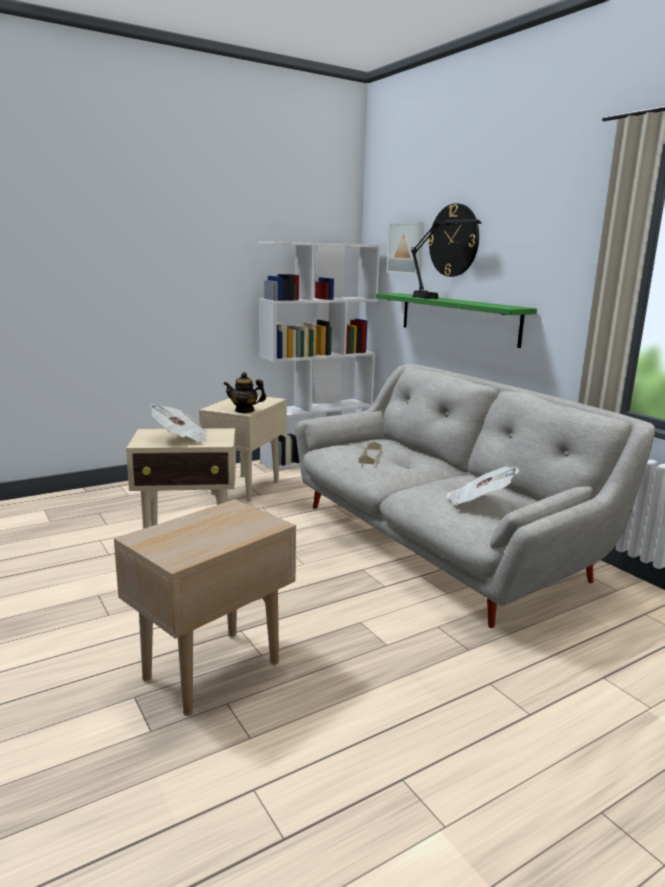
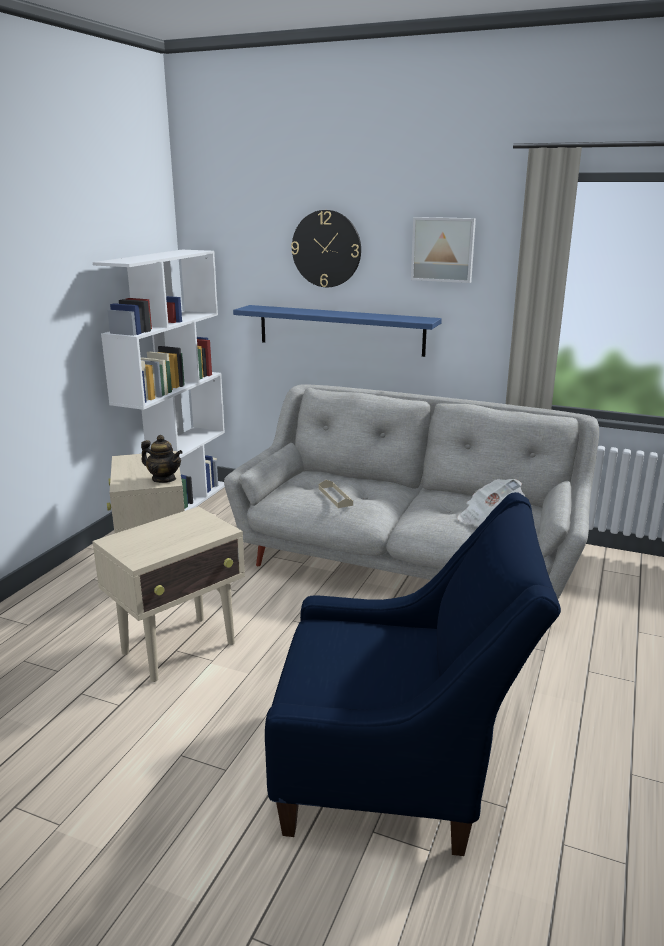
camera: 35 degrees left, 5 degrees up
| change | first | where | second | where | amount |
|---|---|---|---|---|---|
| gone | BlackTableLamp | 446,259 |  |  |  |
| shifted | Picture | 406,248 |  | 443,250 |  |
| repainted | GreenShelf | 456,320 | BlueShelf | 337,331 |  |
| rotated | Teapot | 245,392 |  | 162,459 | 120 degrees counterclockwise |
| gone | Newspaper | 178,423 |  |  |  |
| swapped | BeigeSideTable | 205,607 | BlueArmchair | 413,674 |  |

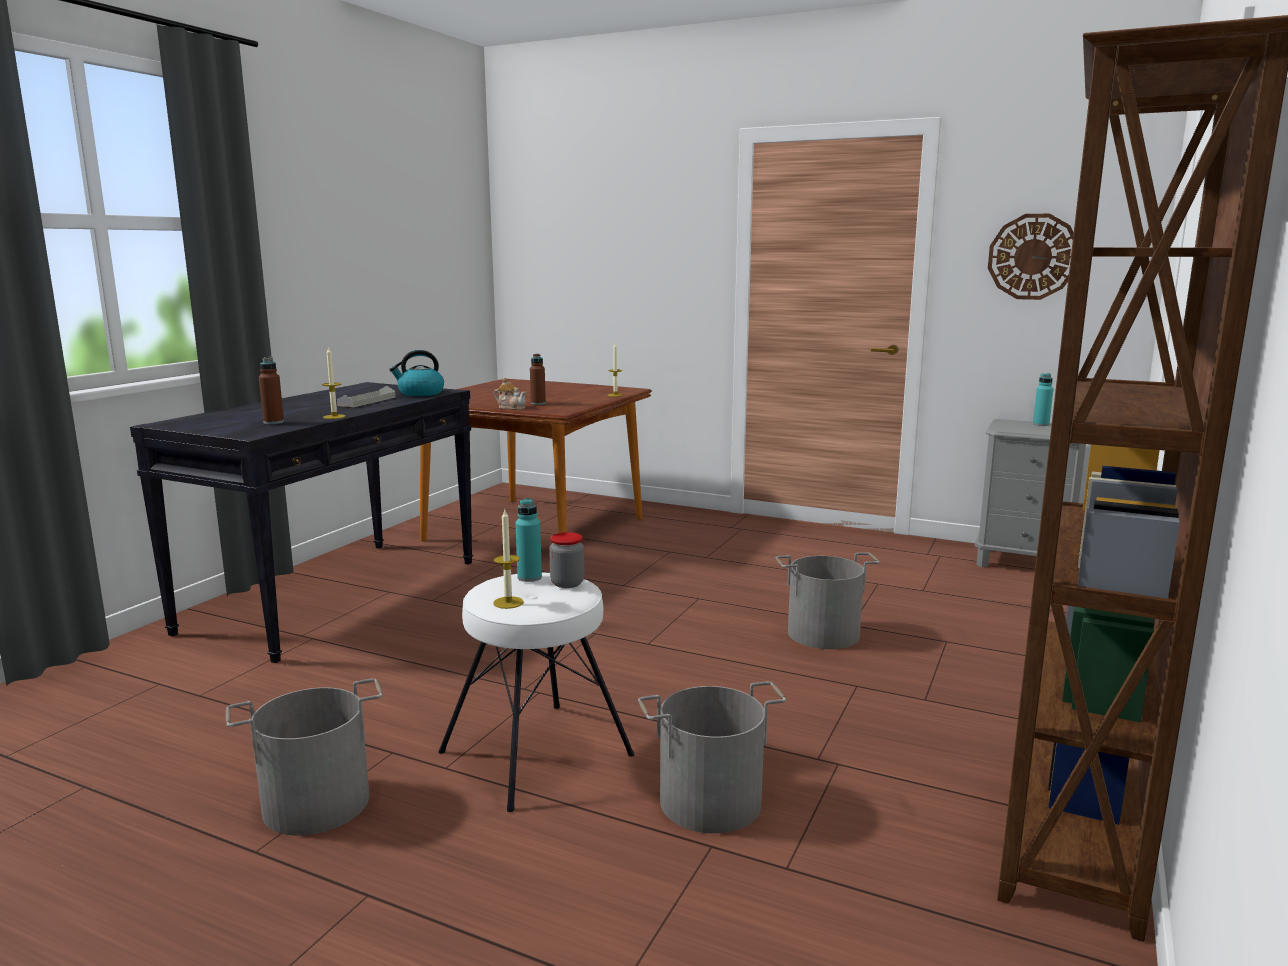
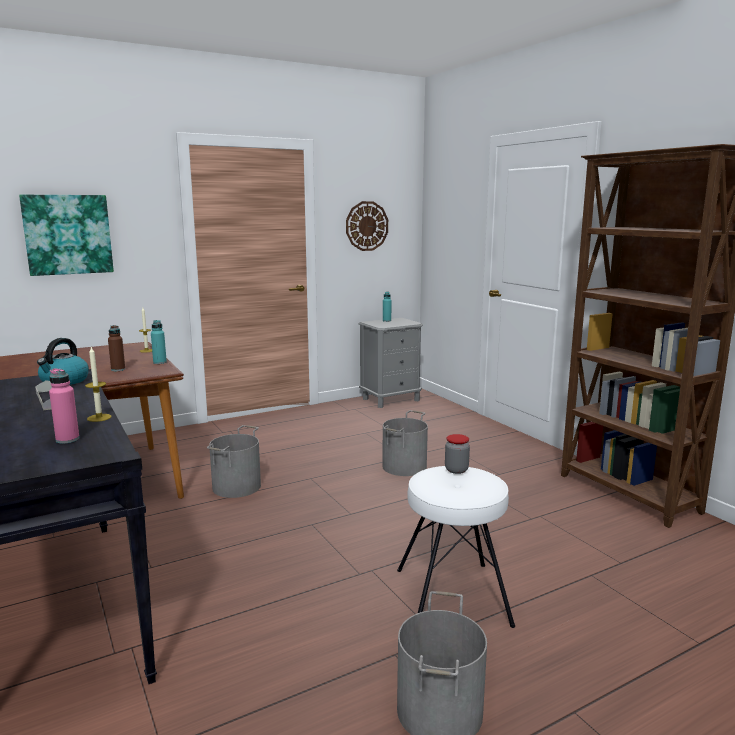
camera: 55 degrees left, 0 degrees up
| change | first | where | second | where | amount |
|---|---|---|---|---|---|
| repainted | BrownBottle | 271,390 | PinkBottle | 64,406 |  |
| gone | Teapot | 510,394 |  |  |  |
| shifted | TurquoiseBottle | 529,540 |  | 159,342 |  |
| gone | Candle | 508,559 |  |  |  |
| shifted | GreyBucket | 712,757 |  | 234,461 |  |
| new |  |  | Picture | 66,235 |  |

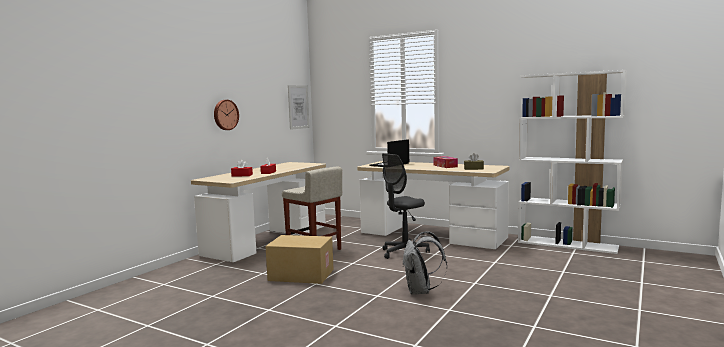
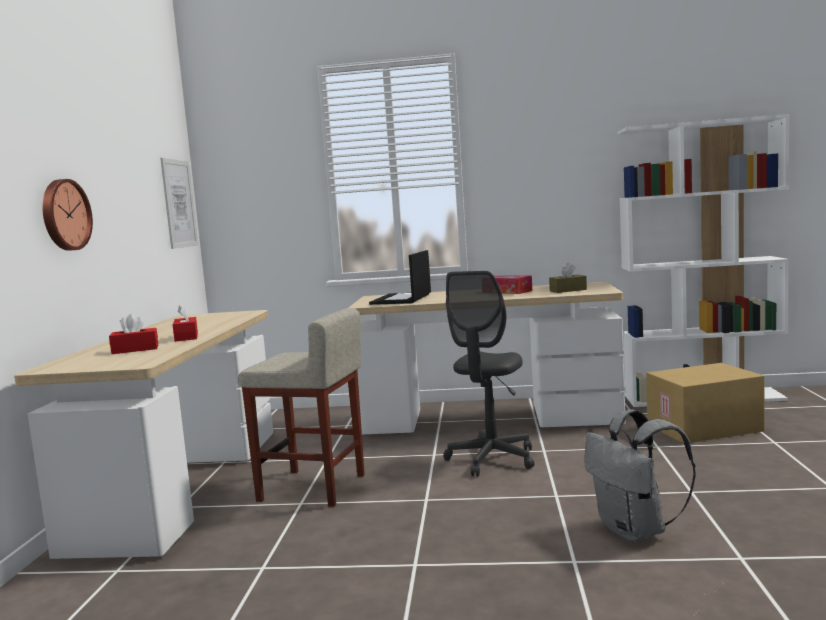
camera: 25 degrees left, 0 degrees up
| change | first | where | second | where | amount |
|---|---|---|---|---|---|
| shifted | CardboardBox | 300,259 |  | 705,403 |  |

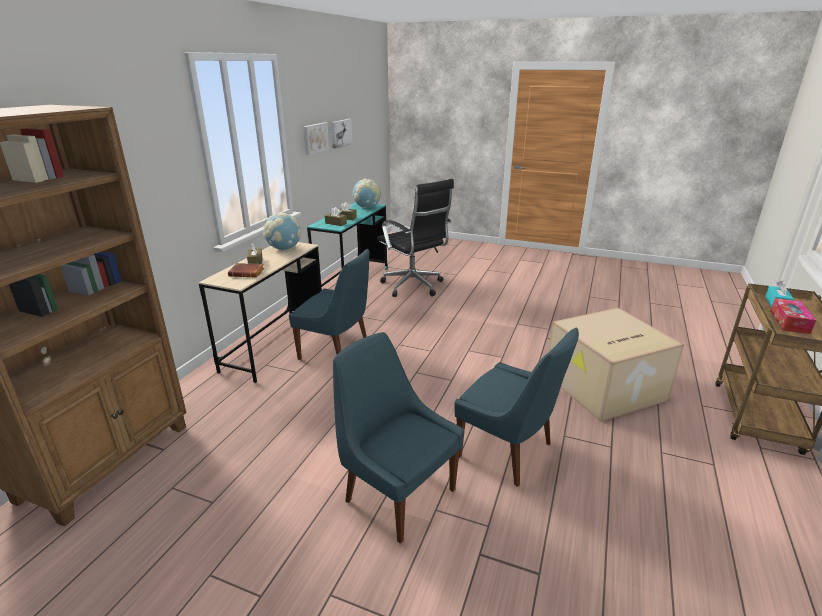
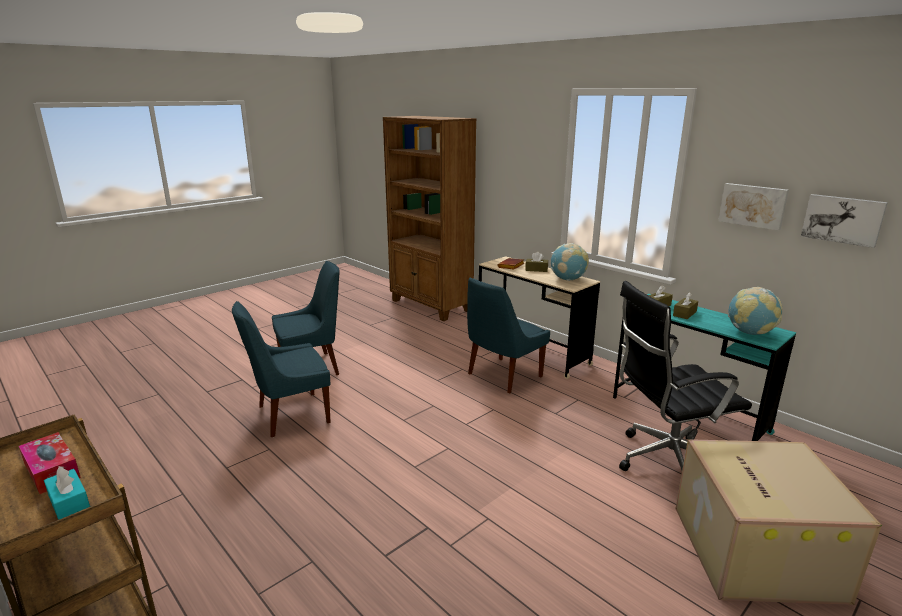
camera: 115 degrees right, 5 degrees down
| change | first | where | second | where | amount |
|---|---|---|---|---|---|
| shifted | CardboardBox | 616,365 |  | 778,522 |  |

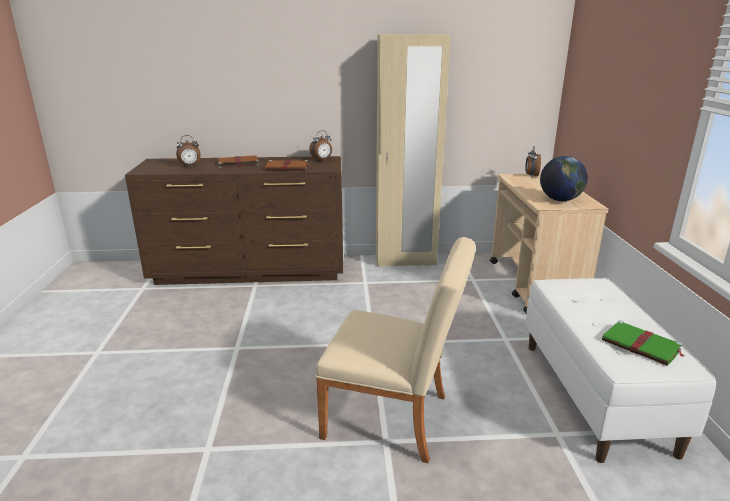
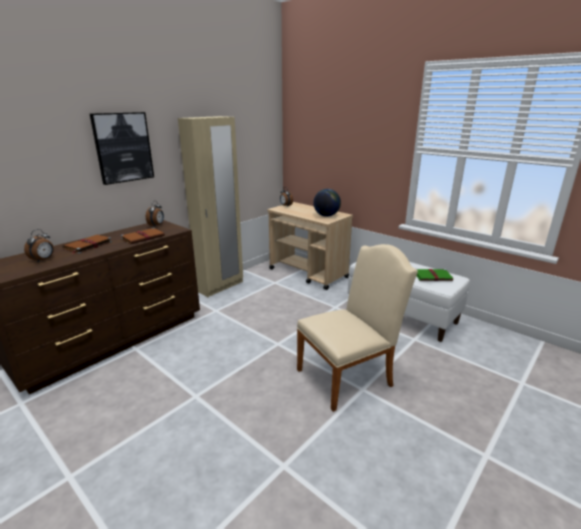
camera: 45 degrees left, 0 degrees up
| change | first | where | second | where | amount |
|---|---|---|---|---|---|
| new |  |  | Picture | 122,148 |  |

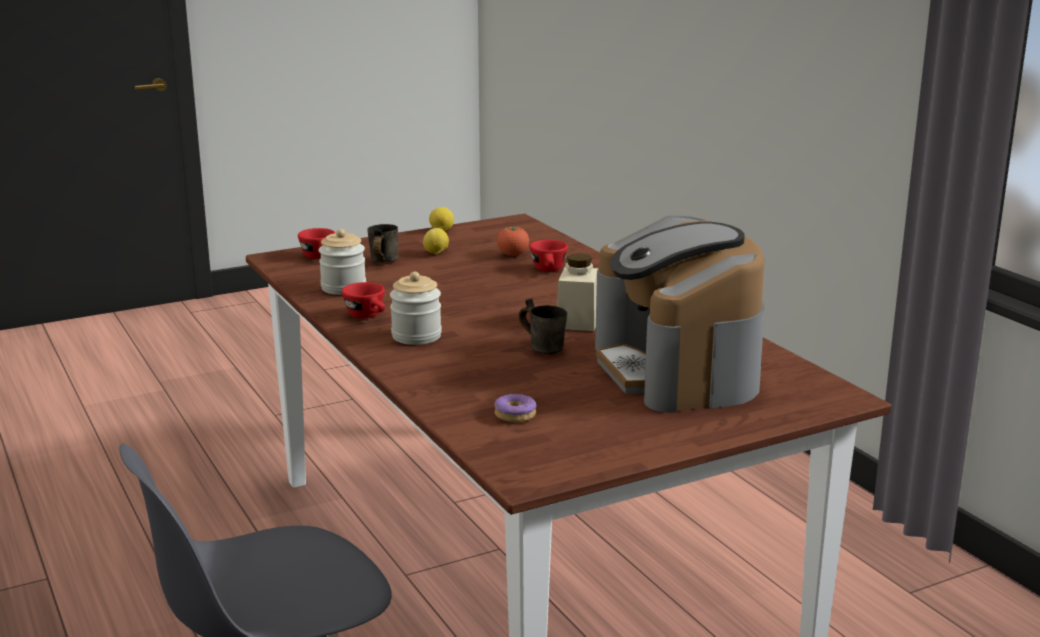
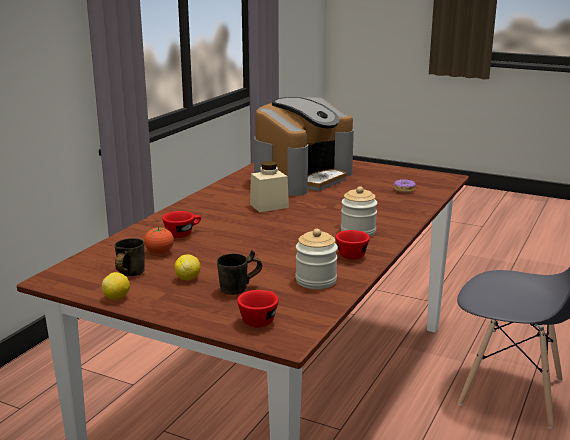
camera: 125 degrees left, 0 degrees up
| change | first | where | second | where | amount |
|---|---|---|---|---|---|
| shifted | GreyMug | 542,326 |  | 130,257 |  |

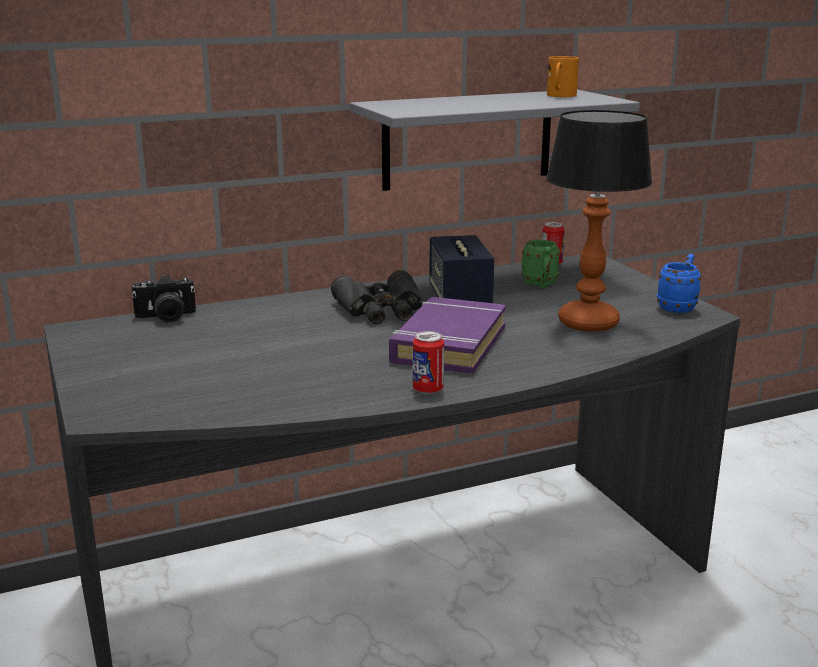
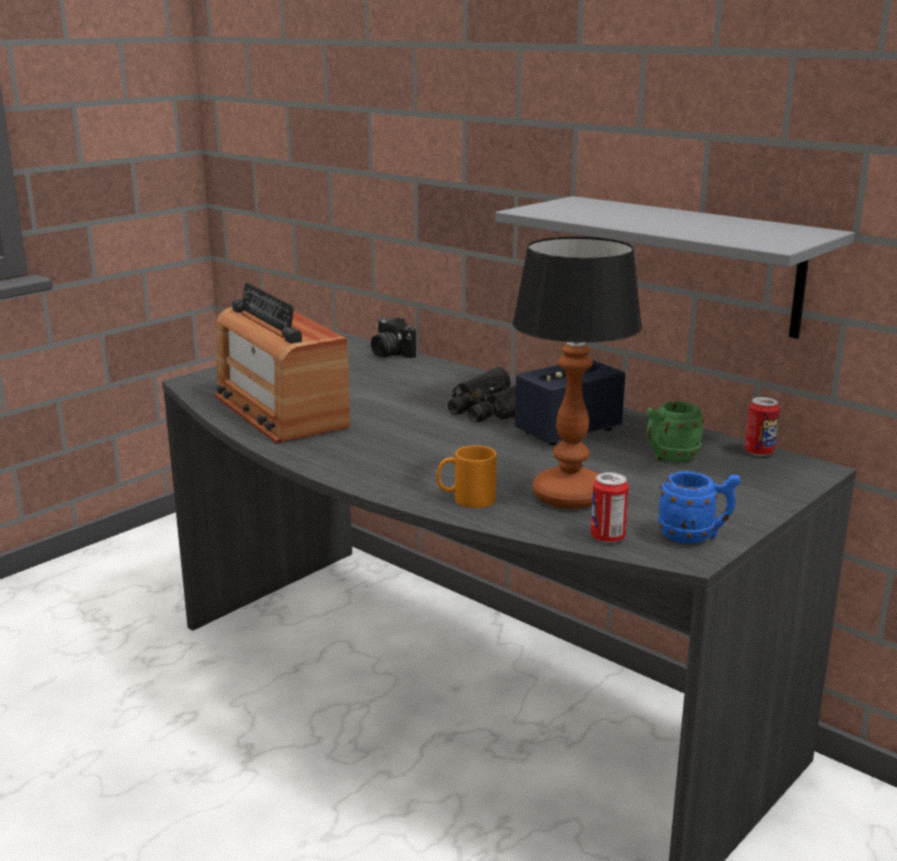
camera: 65 degrees right, 0 degrees up
| change | first | where | second | where | amount |
|---|---|---|---|---|---|
| shifted | OrangeMug | 563,76 |  | 466,476 |  |
| gone | PurpleBook | 447,335 |  |  |  |
| shifted | Can | 428,362 |  | 610,507 |  |
| new |  |  | Radio | 282,363 |  |

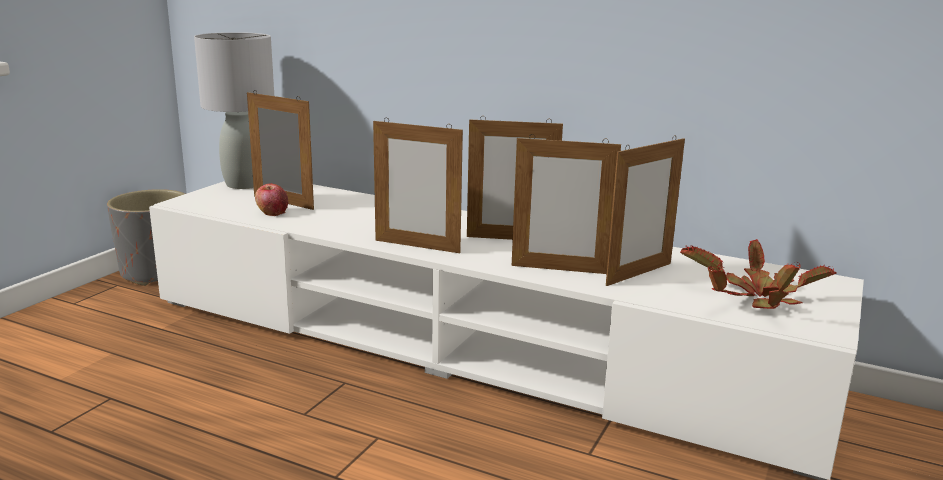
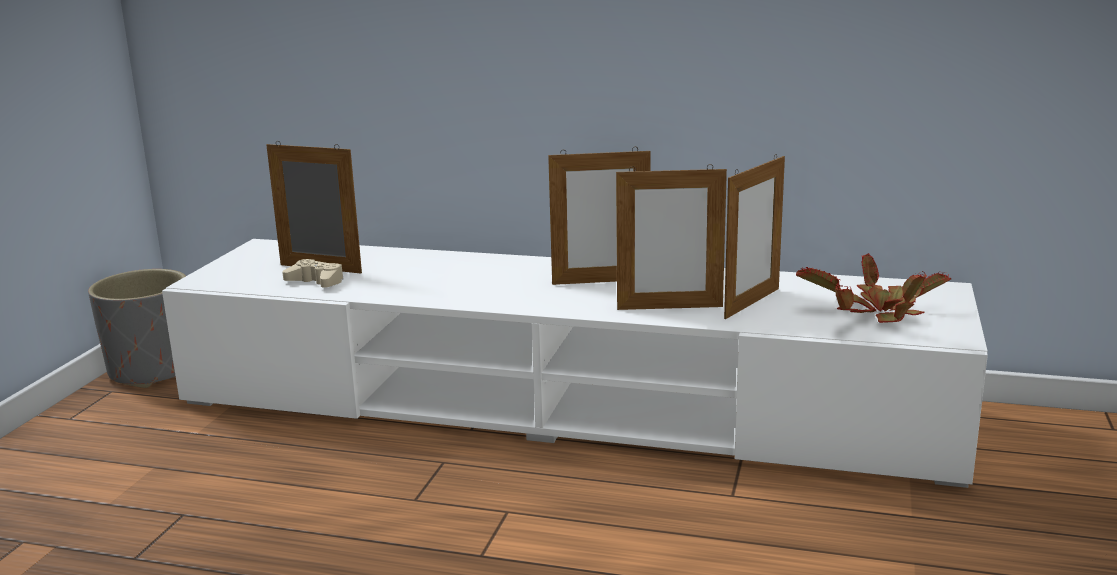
camera: 10 degrees left, 0 degrees up
| change | first | where | second | where | amount |
|---|---|---|---|---|---|
| gone | GreyTableLamp | 234,110 |  |  |  |
| gone | PictureFrame | 418,186 |  |  |  |
| swapped | Apple | 271,199 | BeigeGameController | 313,273 |  |

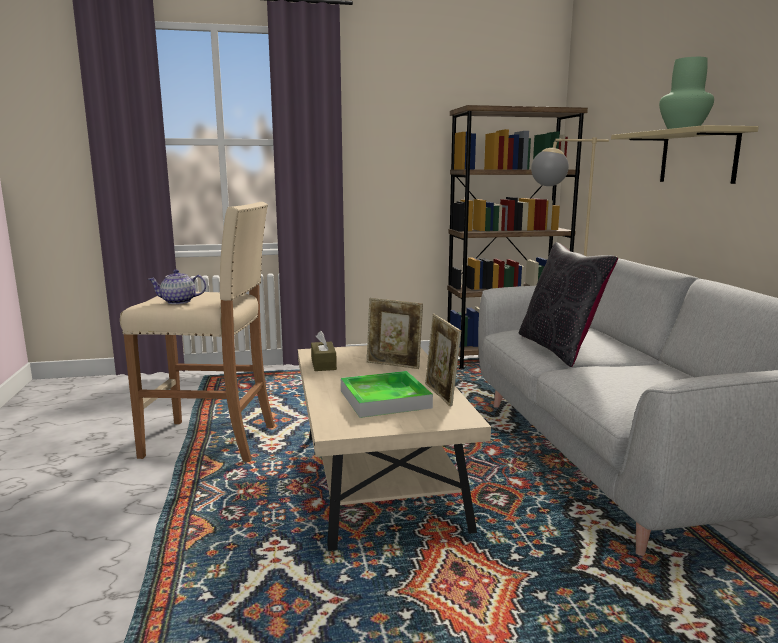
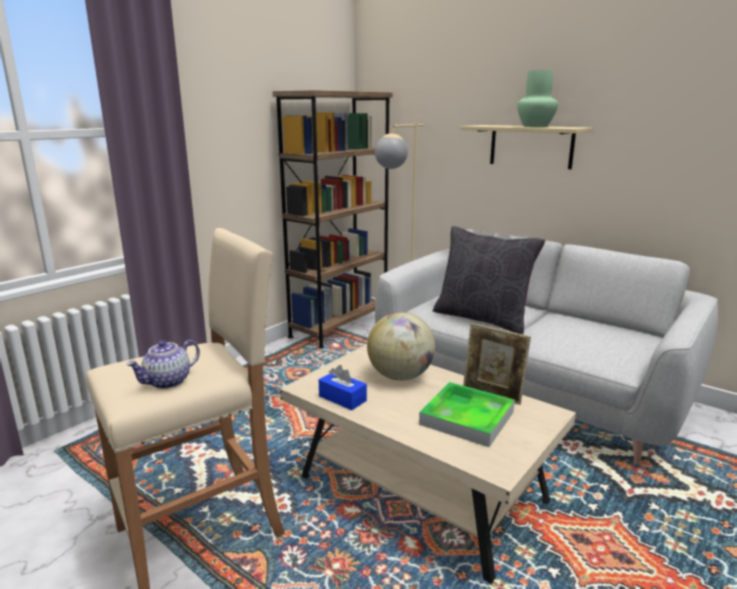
camera: 40 degrees left, 5 degrees up
| change | first | where | second | where | amount |
|---|---|---|---|---|---|
| swapped | PictureFrame | 395,333 | Globe | 401,346 |  |
| repainted | BrownTissueBox | 324,351 | BlueTissueBox | 343,387 |  |

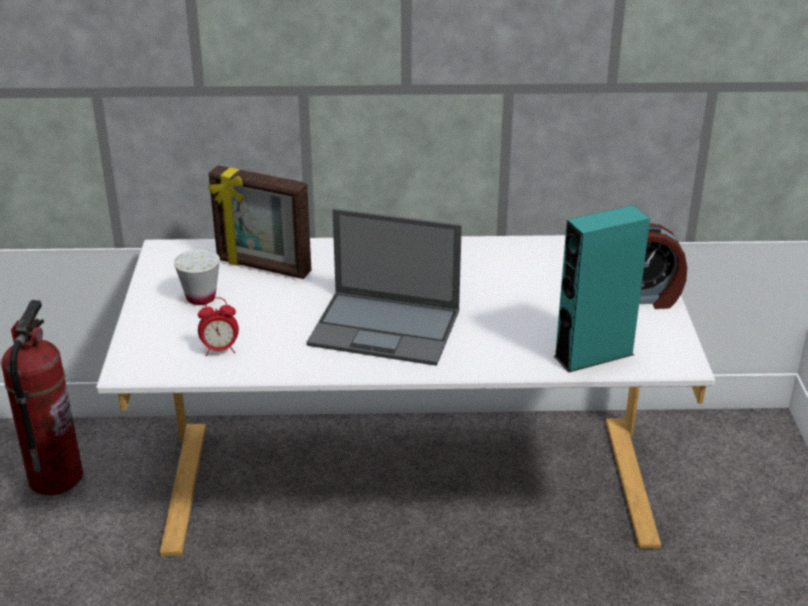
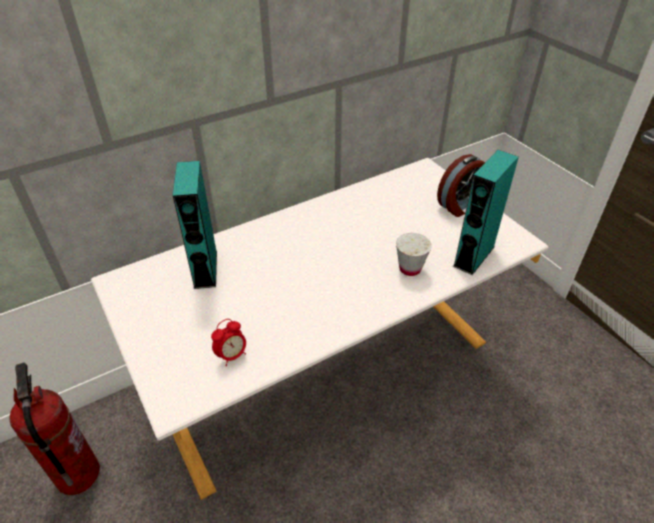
camera: 30 degrees left, 10 degrees up
| change | first | where | second | where | amount |
|---|---|---|---|---|---|
| swapped | PictureFrame | 259,222 | TurquoiseSpeaker | 195,225 |  |
| gone | Laptop | 384,287 |  |  |  |
| shifted | WhiteCup | 197,277 |  | 414,254 |  |

